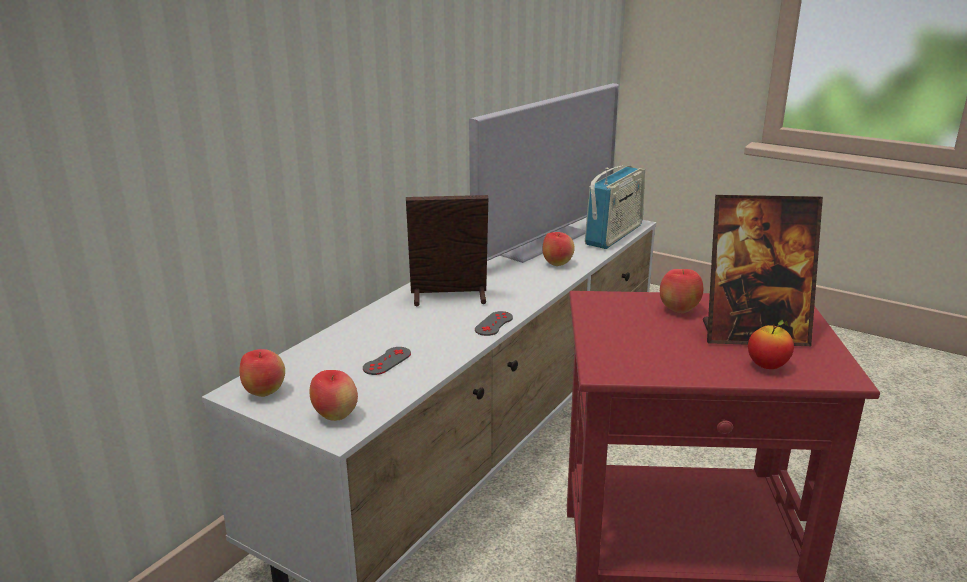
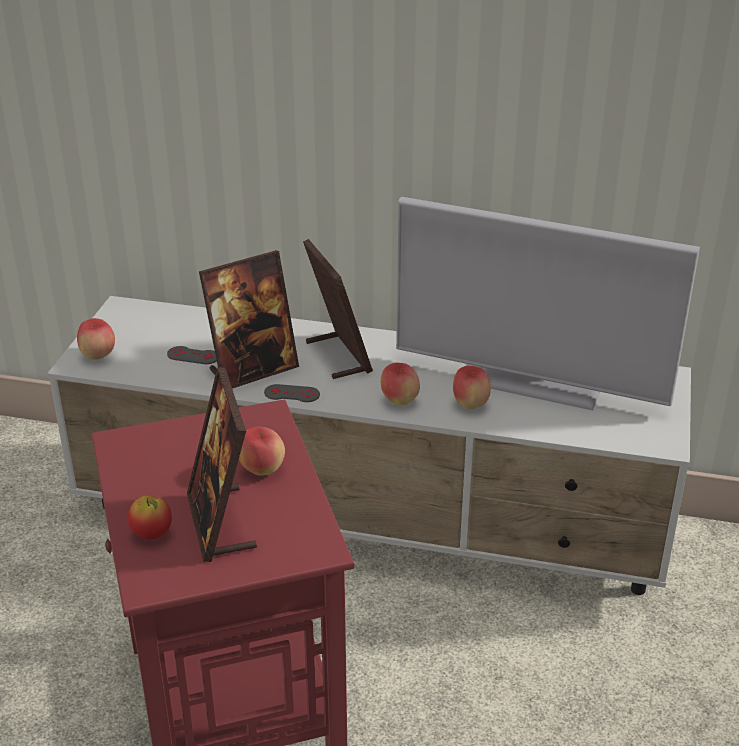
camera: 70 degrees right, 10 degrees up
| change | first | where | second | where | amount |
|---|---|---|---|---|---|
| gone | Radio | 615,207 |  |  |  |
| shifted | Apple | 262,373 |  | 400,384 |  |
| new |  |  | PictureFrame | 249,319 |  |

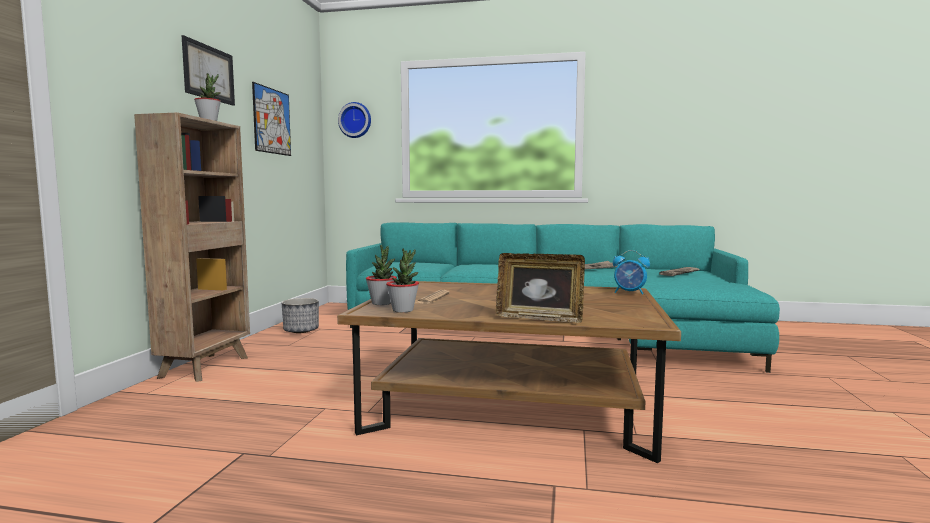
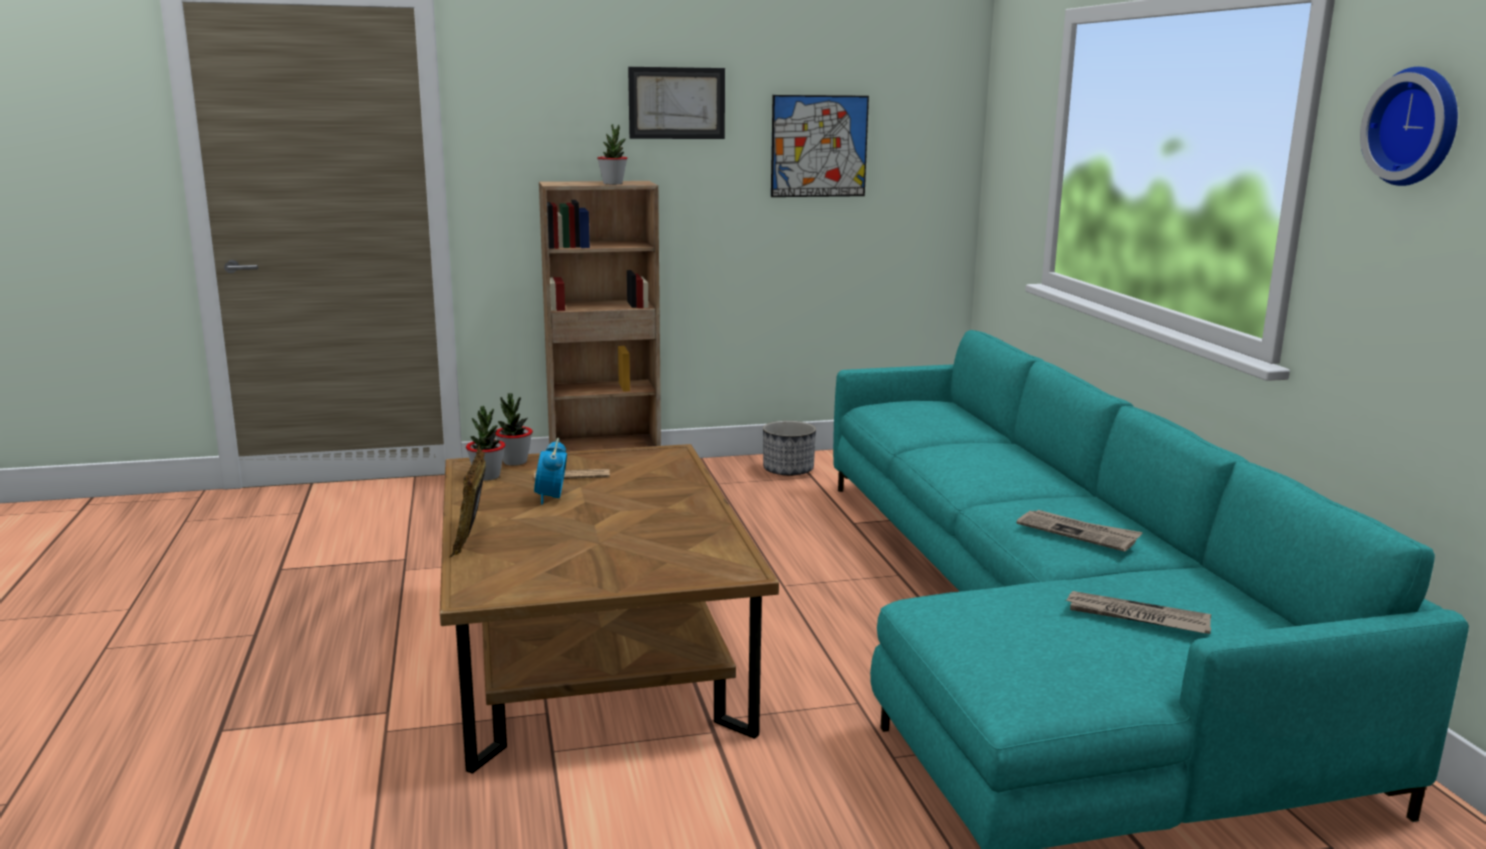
camera: 65 degrees right, 10 degrees up
| change | first | where | second | where | amount |
|---|---|---|---|---|---|
| shifted | WallClock | 354,120 |  | 1409,126 |  |
| shifted | AlarmClock | 631,272 |  | 550,471 |  |

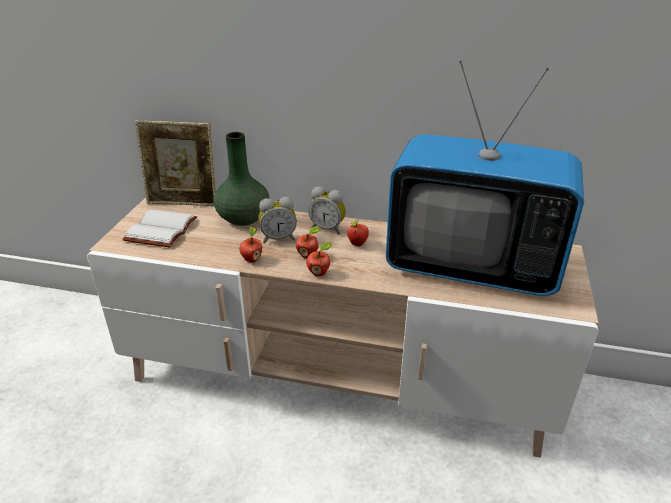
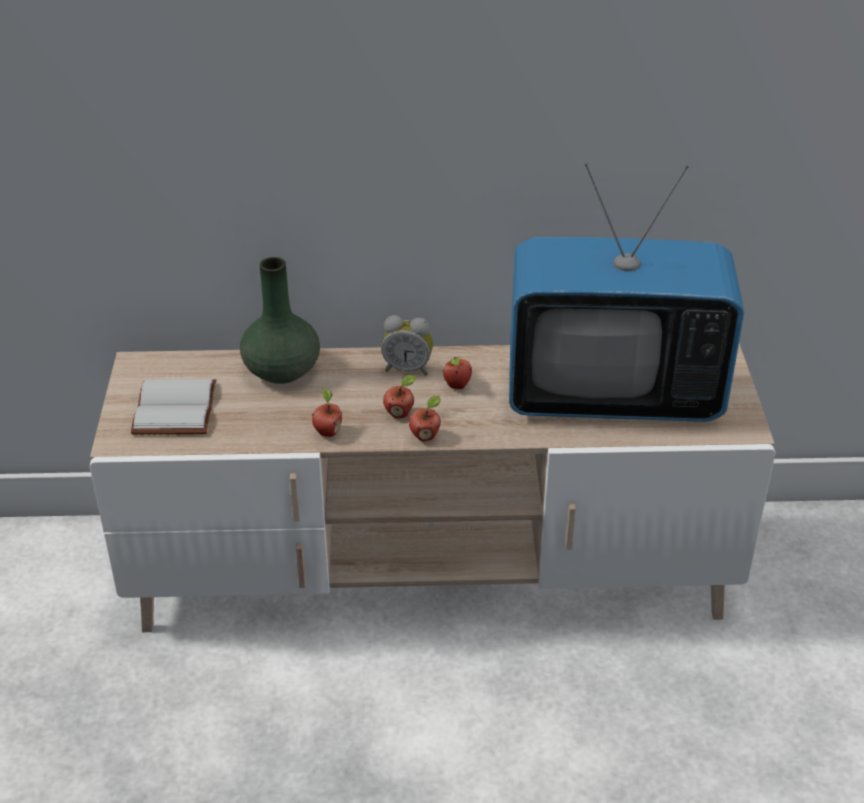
camera: 15 degrees left, 5 degrees up
| change | first | where | second | where | amount |
|---|---|---|---|---|---|
| gone | PictureFrame | 175,163 |  |  |  |
| gone | AlarmClock | 277,220 |  |  |  |

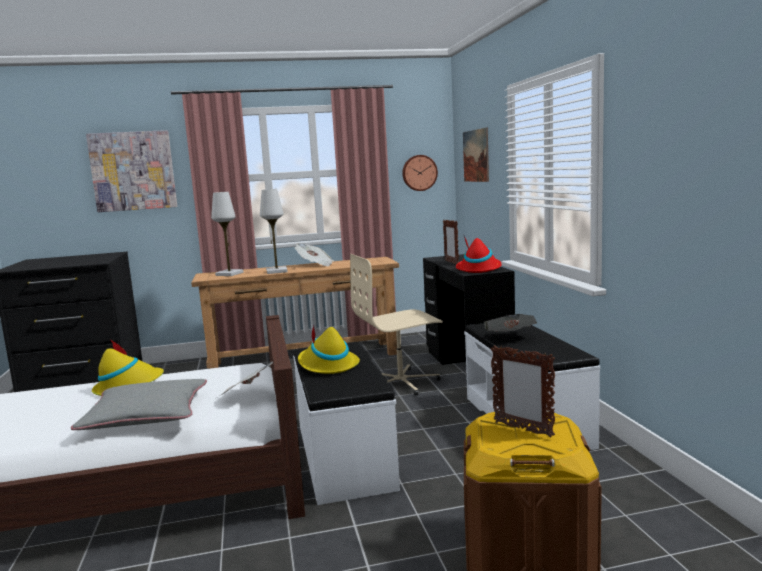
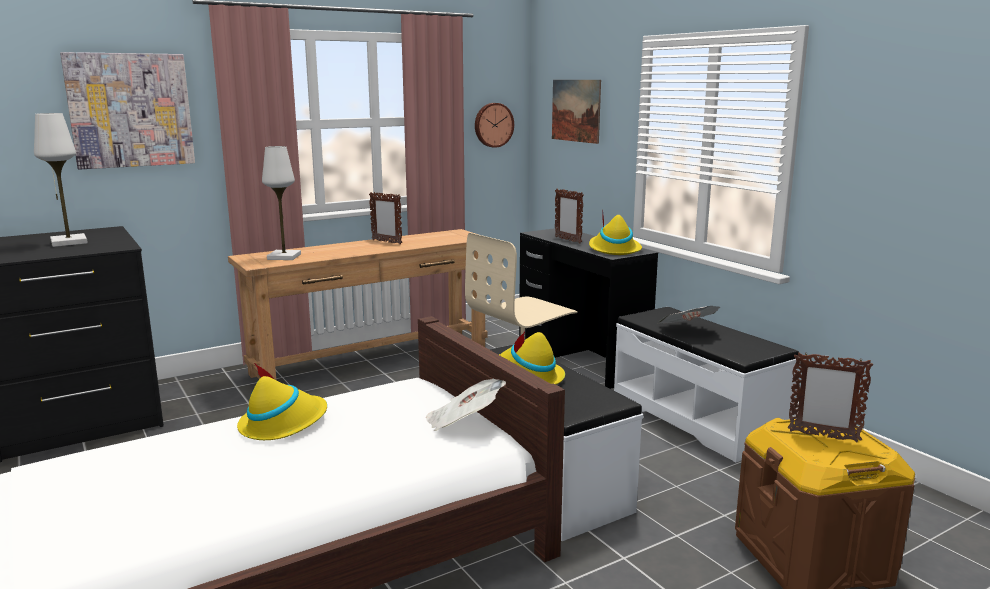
camera: 20 degrees left, 5 degrees up
| change | first | where | second | where | amount |
|---|---|---|---|---|---|
| shifted | WhiteTableLamp | 274,231 |  | 61,180 |  |
| repainted | RedHat | 479,254 | YellowHat | 615,234 |  |
| swapped | Newspaper | 314,254 | PictureFrame | 385,218 |  |
| gone | GreyPillow | 139,404 |  |  |  |

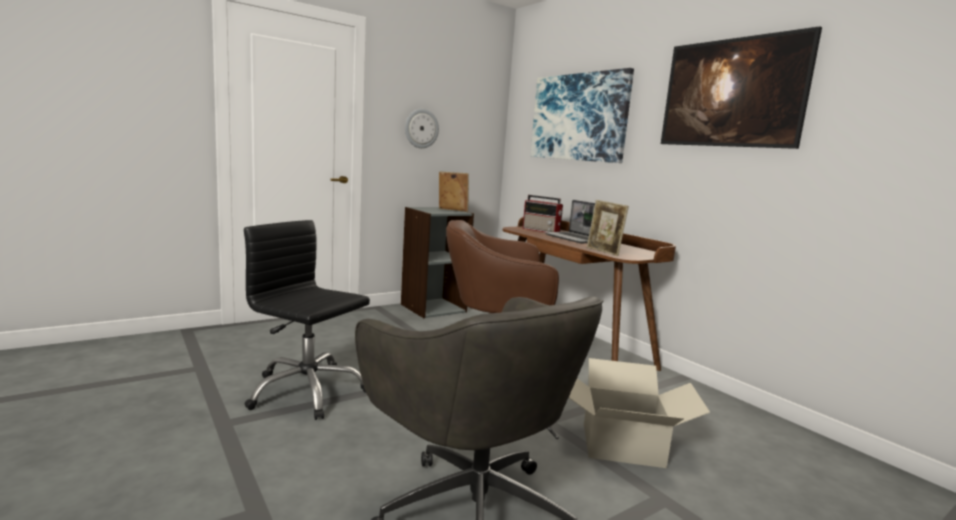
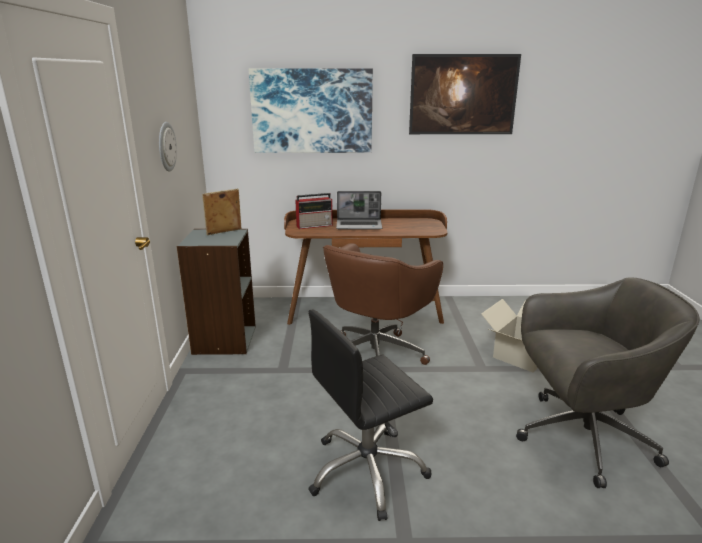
camera: 55 degrees left, 10 degrees up
| change | first | where | second | where | amount |
|---|---|---|---|---|---|
| gone | PictureFrame | 608,228 |  |  |  |

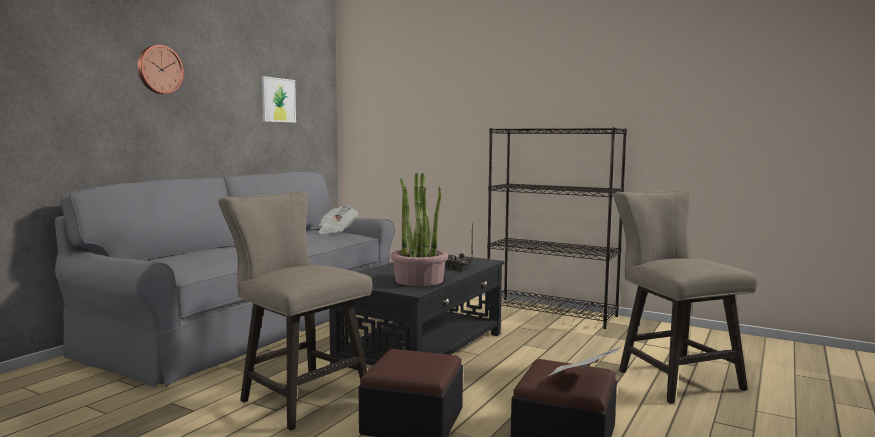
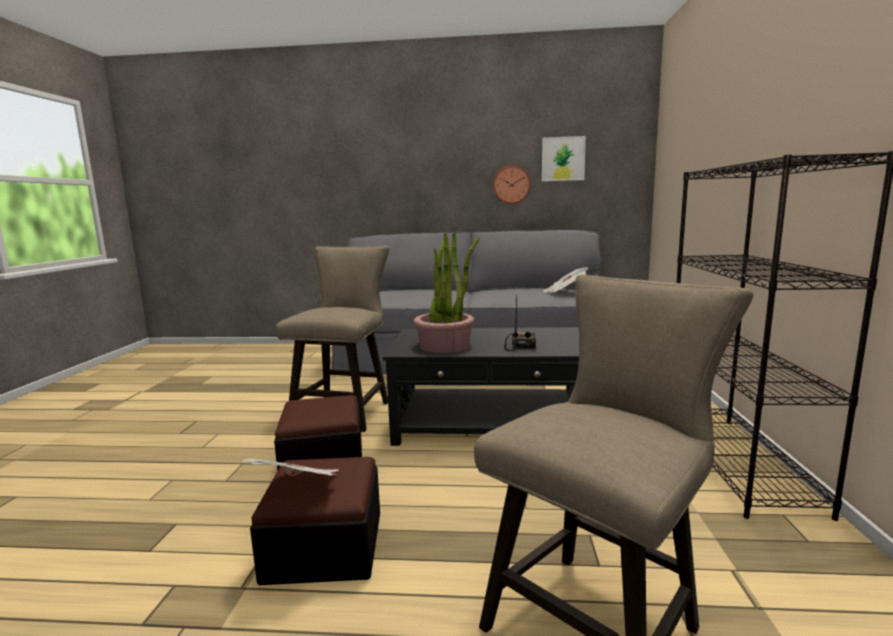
camera: 65 degrees right, 5 degrees up
| change | first | where | second | where | amount |
|---|---|---|---|---|---|
| shifted | WallClock | 160,69 |  | 512,185 |  |

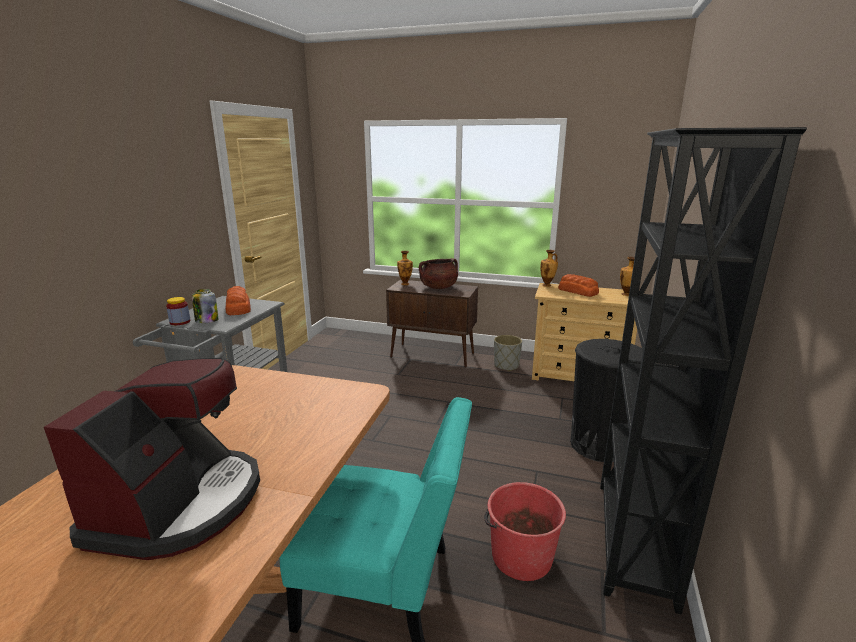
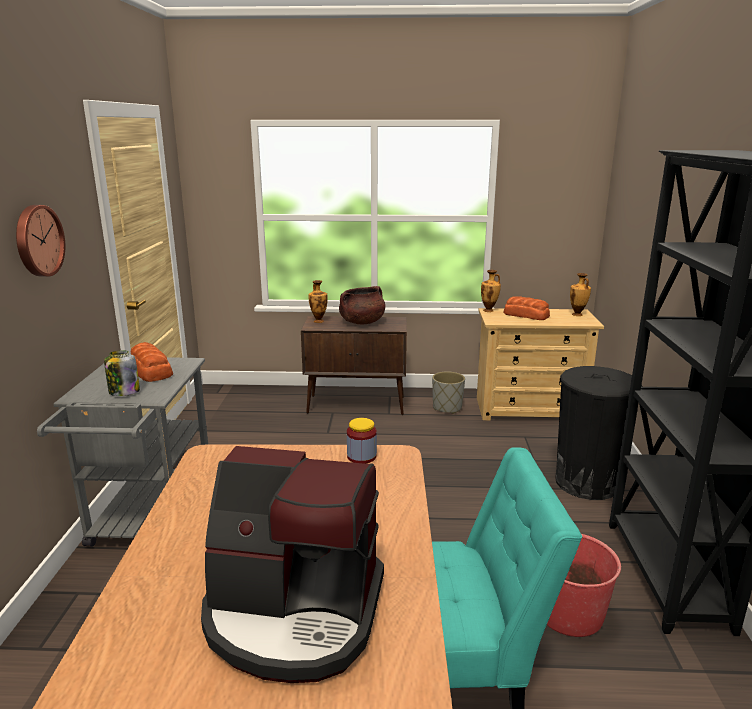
camera: 15 degrees left, 0 degrees up
| change | first | where | second | where | amount |
|---|---|---|---|---|---|
| shifted | Jar | 178,311 |  | 362,441 |  |
| rotated | CoffeeMachine | 152,459 |  | 292,564 | 105 degrees clockwise |
| new |  |  | WallClock | 40,241 |  |

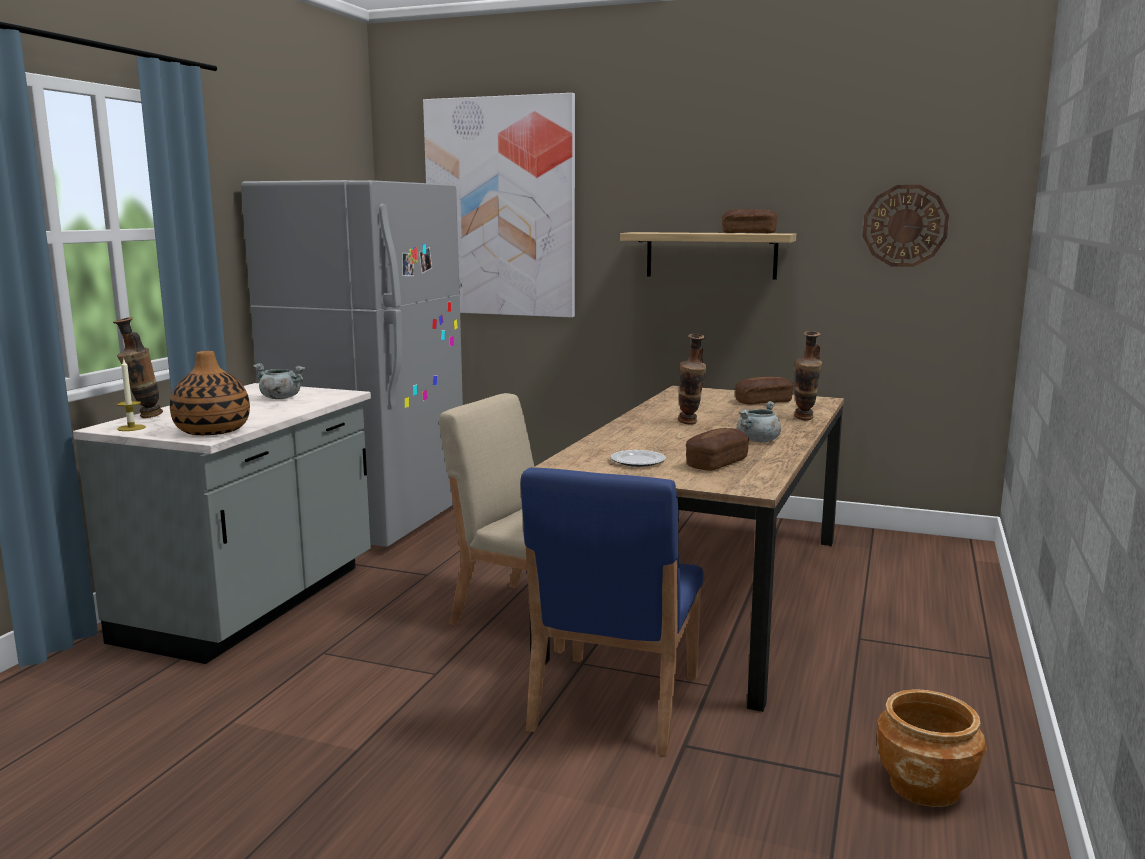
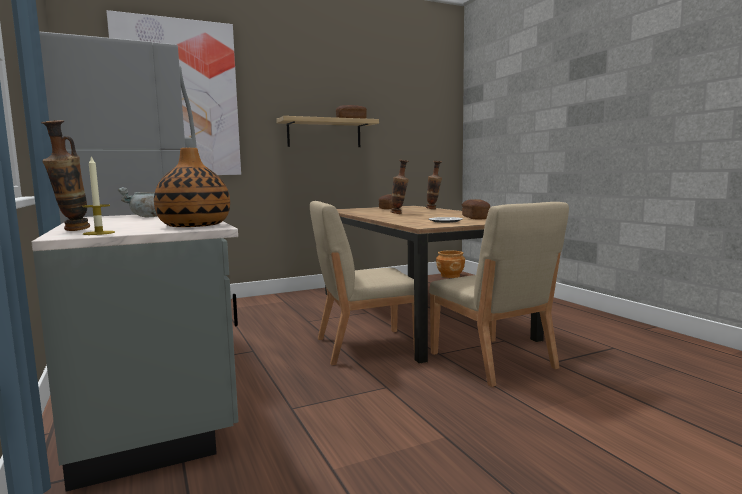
camera: 45 degrees left, 5 degrees down
| change | first | where | second | where | amount |
|---|---|---|---|---|---|
| gone | WallClock | 906,226 |  |  |  |
| gone | GreyCookingPot | 759,421 |  |  |  |
| repainted | BlueChair | 612,611 | BeigeChair | 499,294 |  |
| shifted | BrownPlanter | 931,748 |  | 450,264 |  |

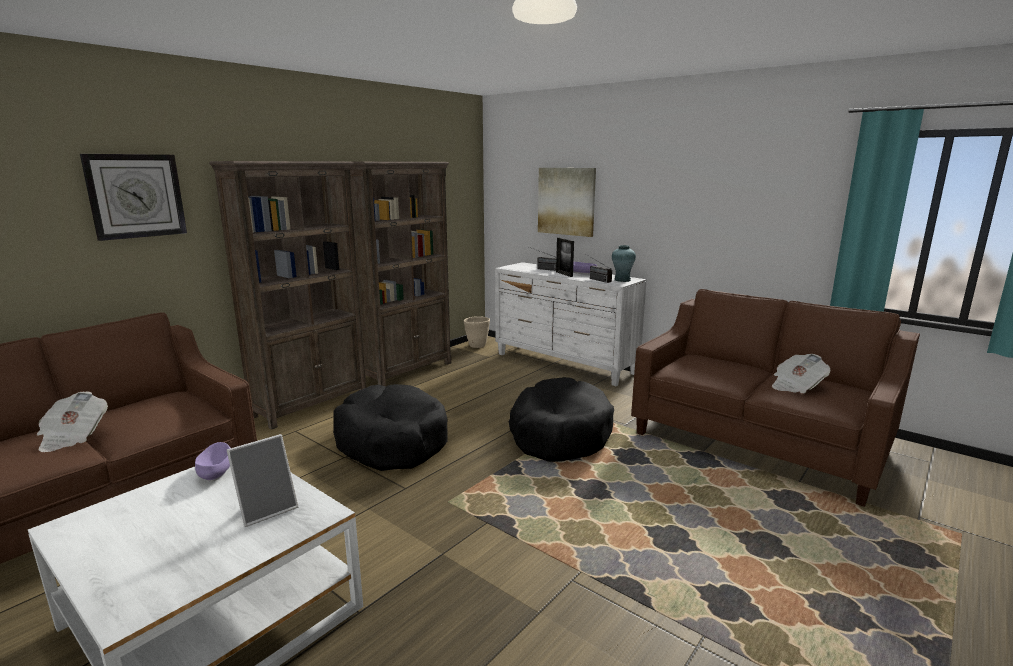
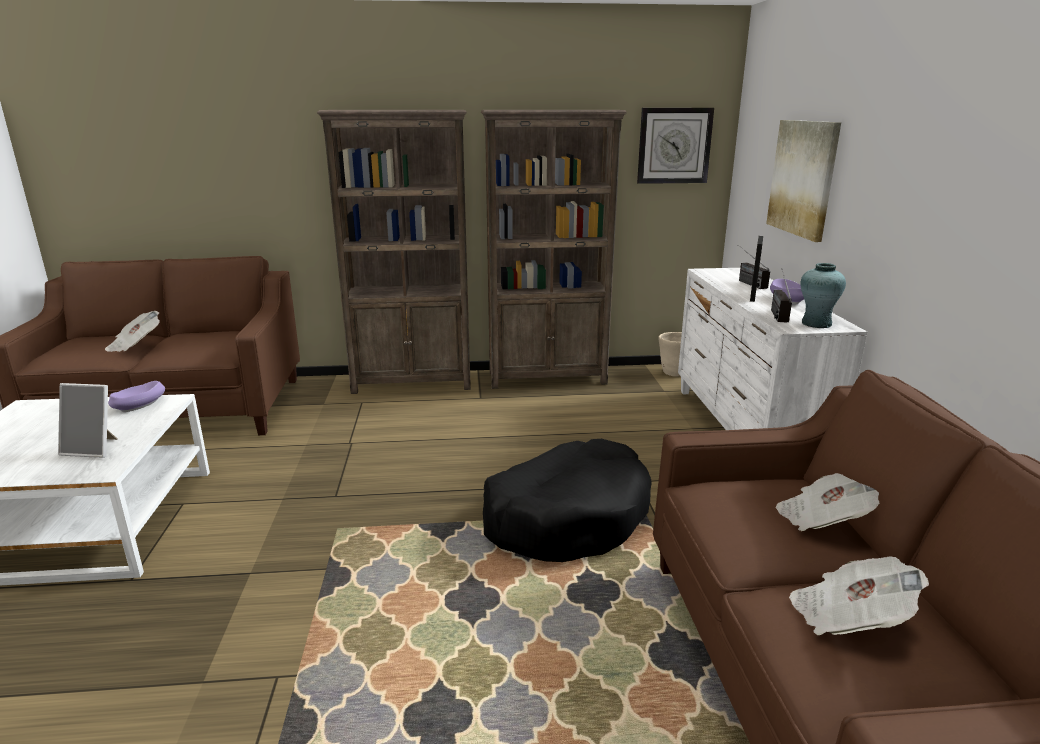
camera: 45 degrees right, 5 degrees up
| change | first | where | second | where | amount |
|---|---|---|---|---|---|
| shifted | WallClock | 133,197 |  | 675,146 |  |
| gone | BlackDogBed | 390,427 |  |  |  |
| new |  |  | Newspaper | 827,502 |  |

